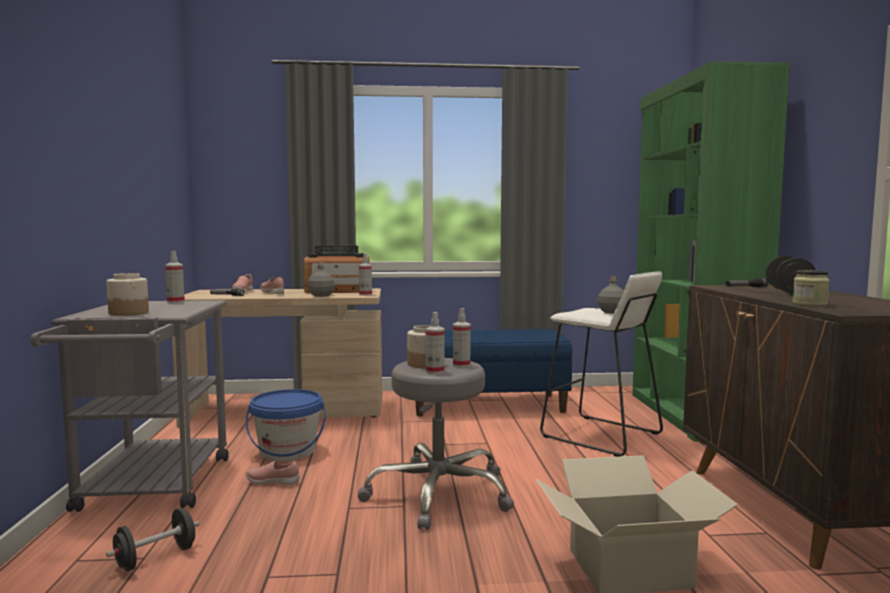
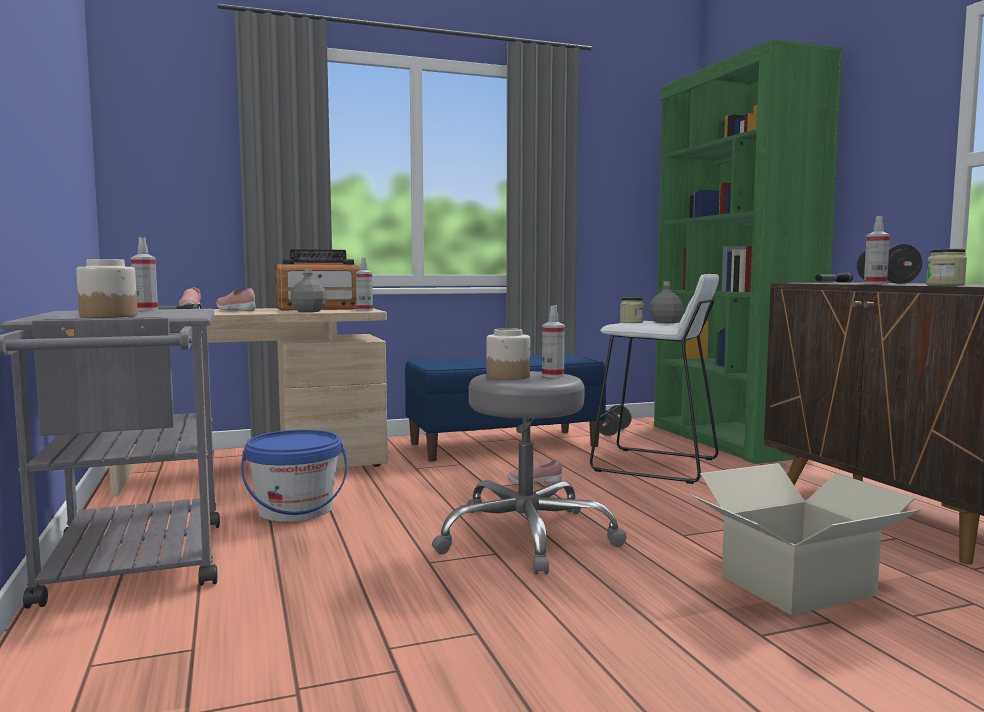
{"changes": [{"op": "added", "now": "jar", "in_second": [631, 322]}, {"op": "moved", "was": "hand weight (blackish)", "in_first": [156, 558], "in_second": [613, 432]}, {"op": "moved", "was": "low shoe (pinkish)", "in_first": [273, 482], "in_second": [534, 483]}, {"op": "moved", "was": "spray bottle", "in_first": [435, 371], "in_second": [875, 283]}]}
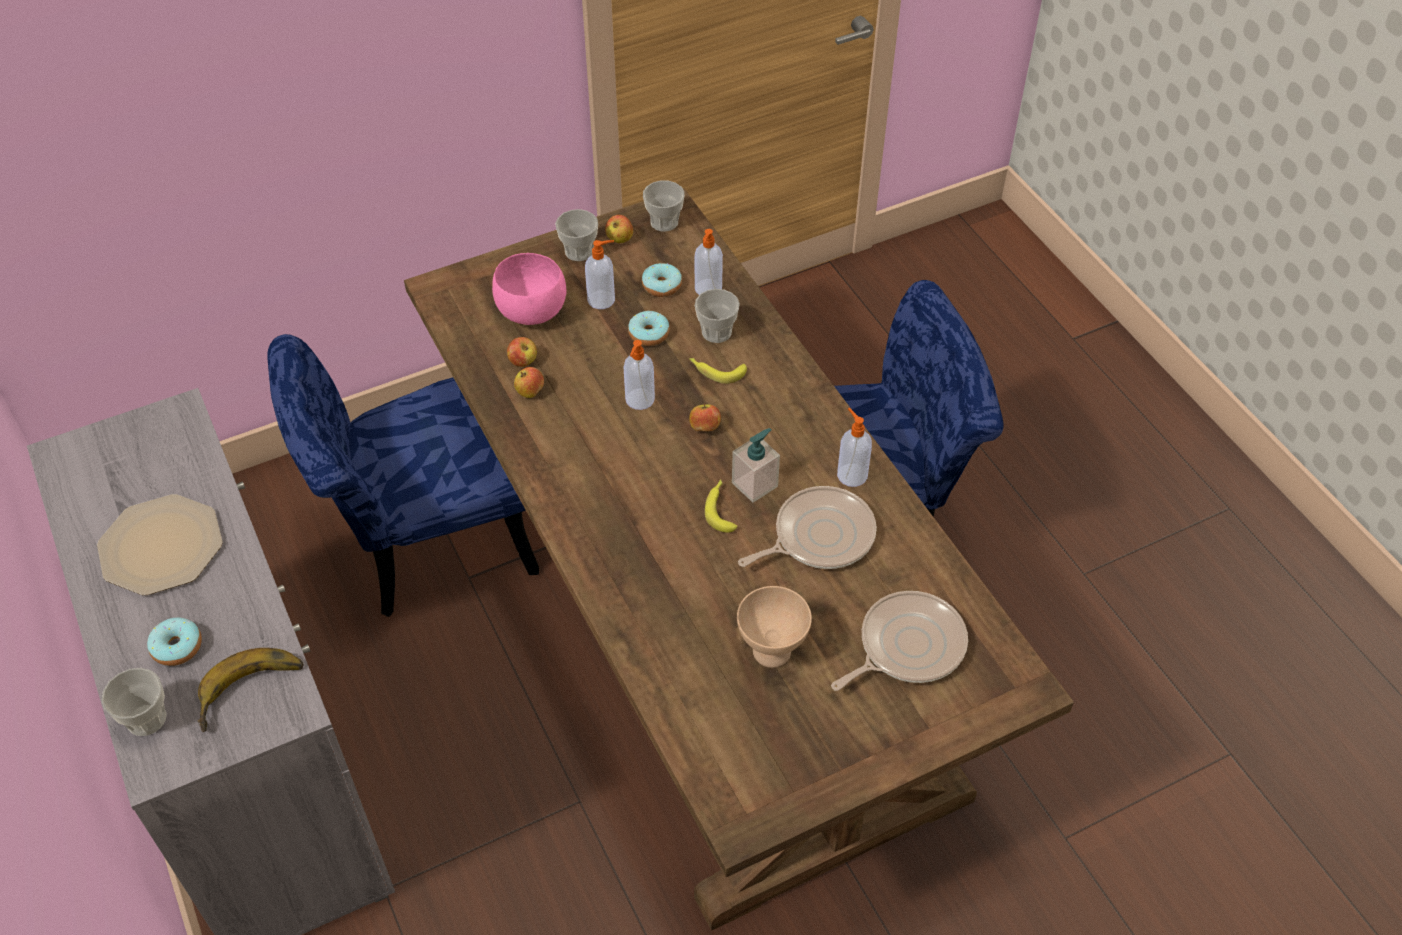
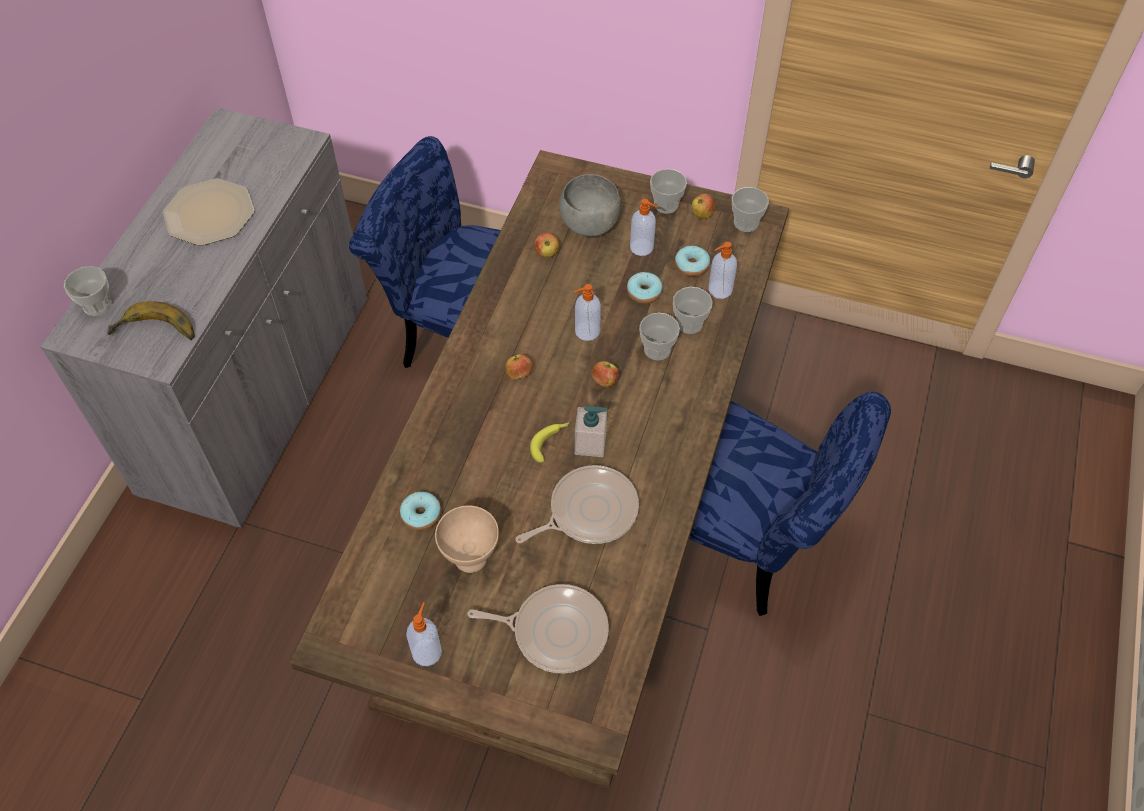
{"changes": [{"op": "moved", "was": "ring doughnut", "in_first": [177, 647], "in_second": [421, 514]}, {"op": "moved", "was": "apple", "in_first": [530, 392], "in_second": [519, 374]}, {"op": "moved", "was": "soap dispenser", "in_first": [851, 474], "in_second": [427, 651]}, {"op": "replaced", "was": "whole banana", "now": "cup", "in_first": [716, 371], "in_second": [657, 349]}, {"op": "recoloured", "was": "bowl (pinkish)", "now": "bowl (greyish)", "in_first": [530, 312], "in_second": [589, 223]}, {"op": "turned", "was": "skillet", "in_first": [819, 536], "in_second": [589, 511], "clockwise": -45}]}
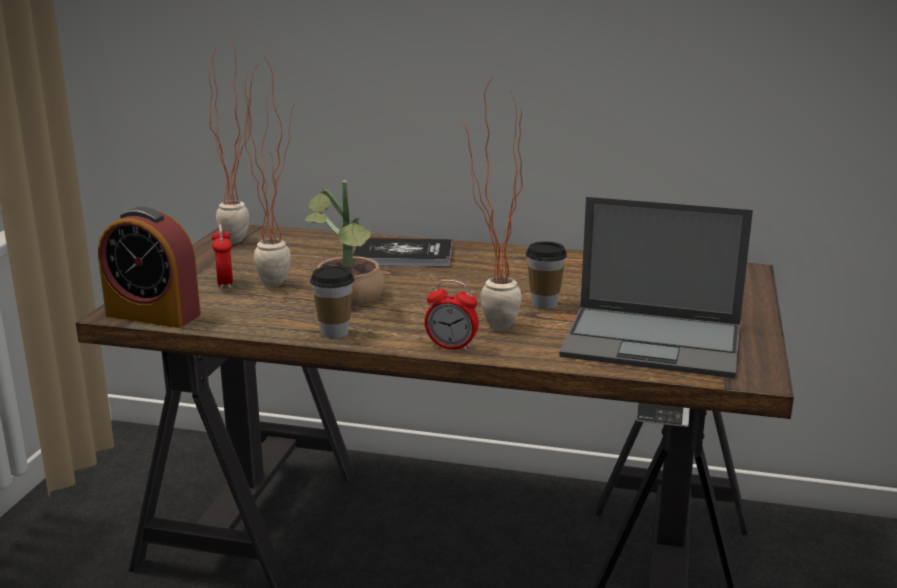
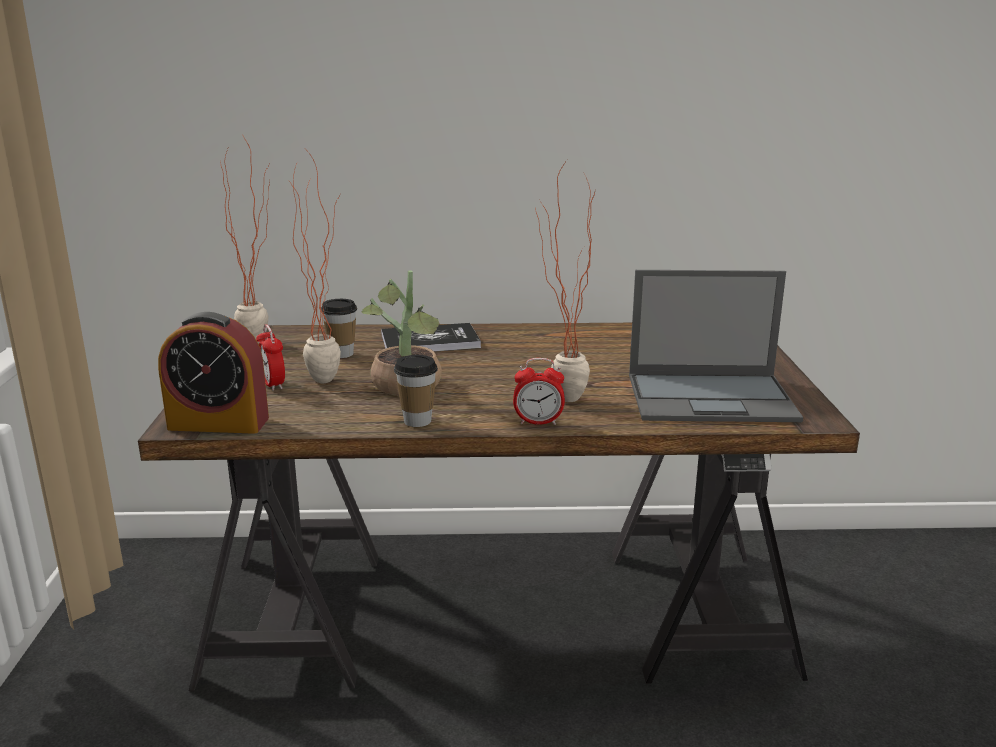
{"changes": [{"op": "moved", "was": "cup", "in_first": [544, 304], "in_second": [341, 354]}]}
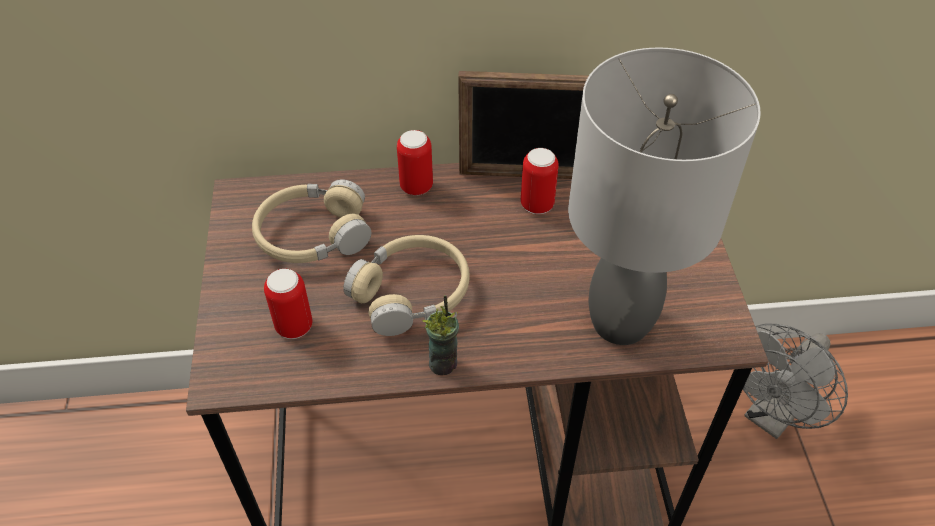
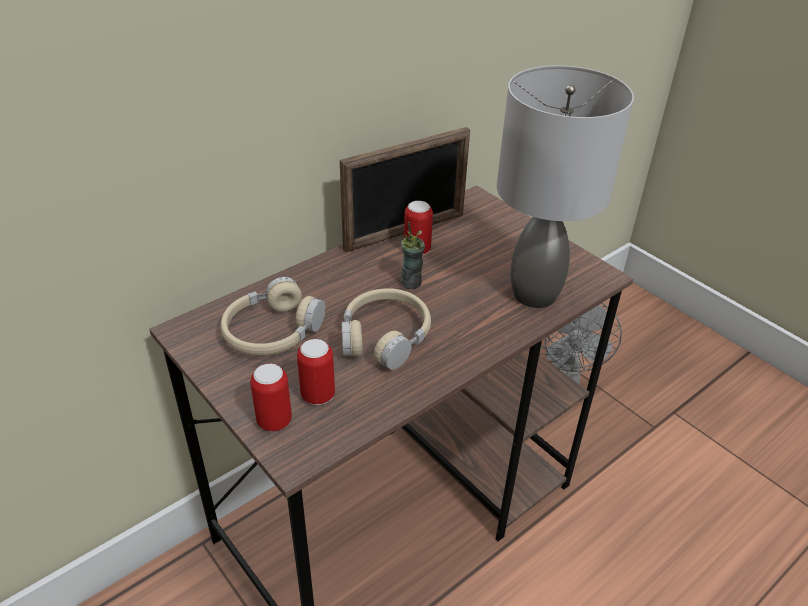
{"changes": [{"op": "moved", "was": "can", "in_first": [416, 187], "in_second": [274, 421]}, {"op": "moved", "was": "cup", "in_first": [443, 363], "in_second": [411, 282]}]}
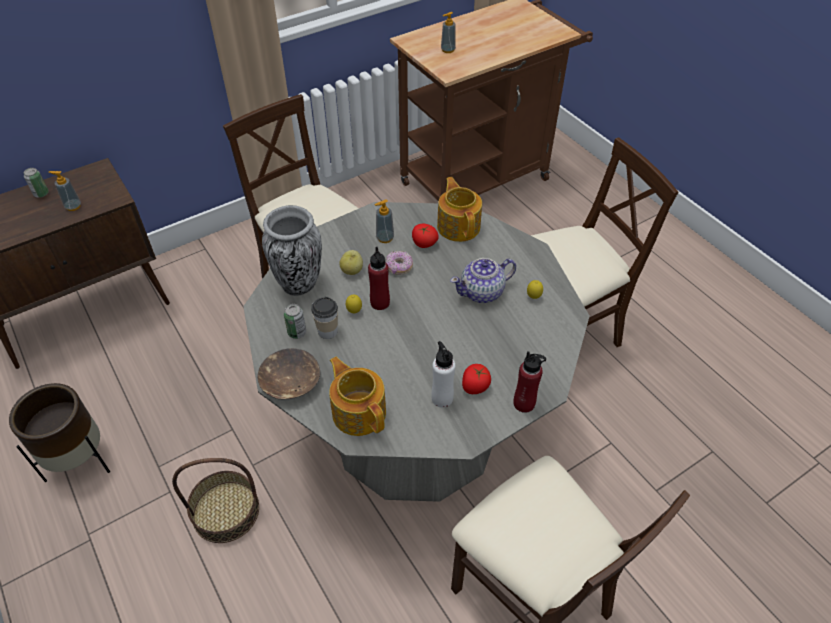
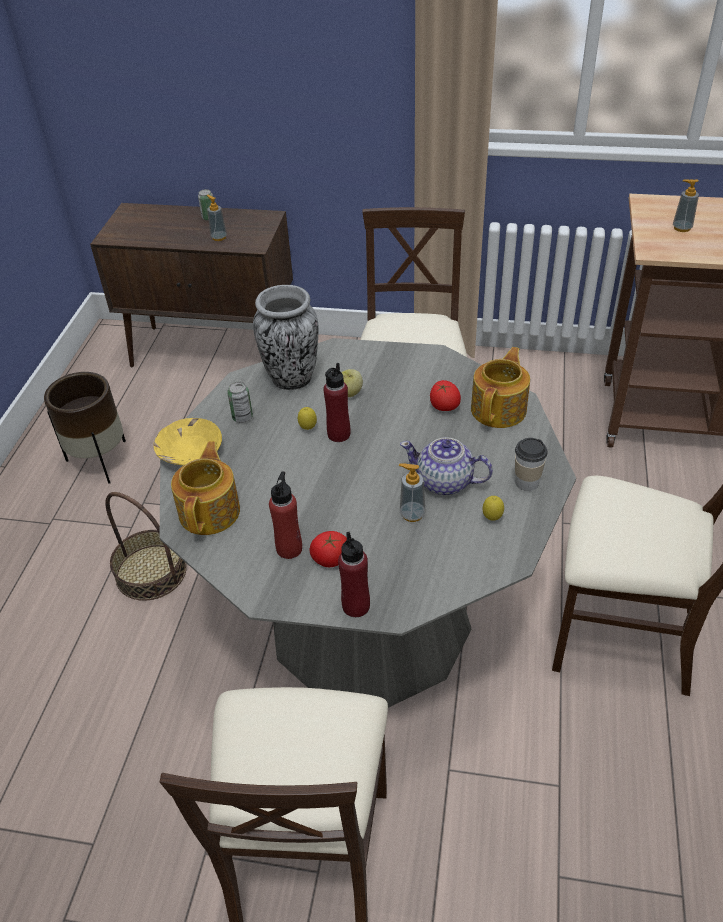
{"changes": [{"op": "removed", "was": "ring doughnut", "in_first": [399, 267]}, {"op": "moved", "was": "cup", "in_first": [327, 331], "in_second": [527, 482]}, {"op": "moved", "was": "soap dispenser", "in_first": [385, 238], "in_second": [412, 514]}, {"op": "recoloured", "was": "bowl (brown)", "now": "bowl (yellow-coloured)", "in_first": [290, 382], "in_second": [189, 452]}, {"op": "recoloured", "was": "beverage bottle (white-coloured)", "now": "beverage bottle (reddish)", "in_first": [442, 398], "in_second": [289, 548]}]}
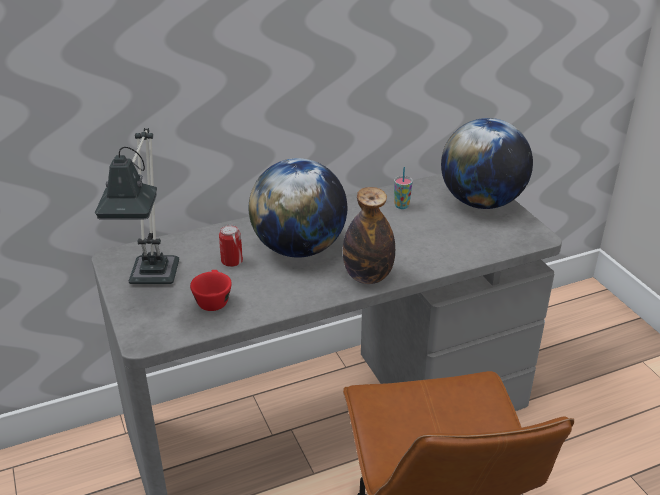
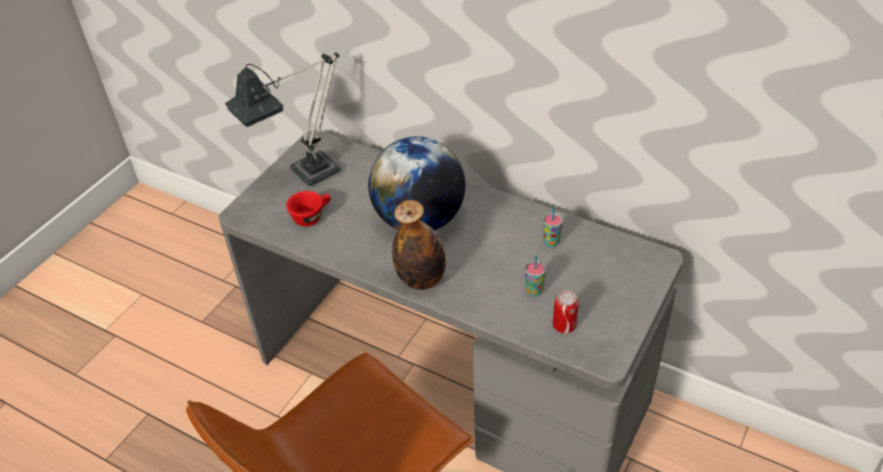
{"changes": [{"op": "removed", "was": "globe", "in_first": [481, 202]}, {"op": "added", "now": "cup", "in_second": [534, 291]}, {"op": "moved", "was": "can", "in_first": [232, 262], "in_second": [564, 325]}]}
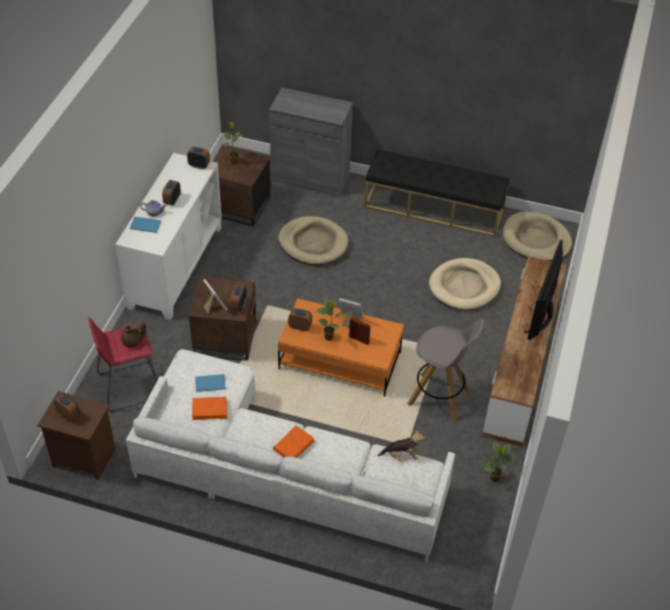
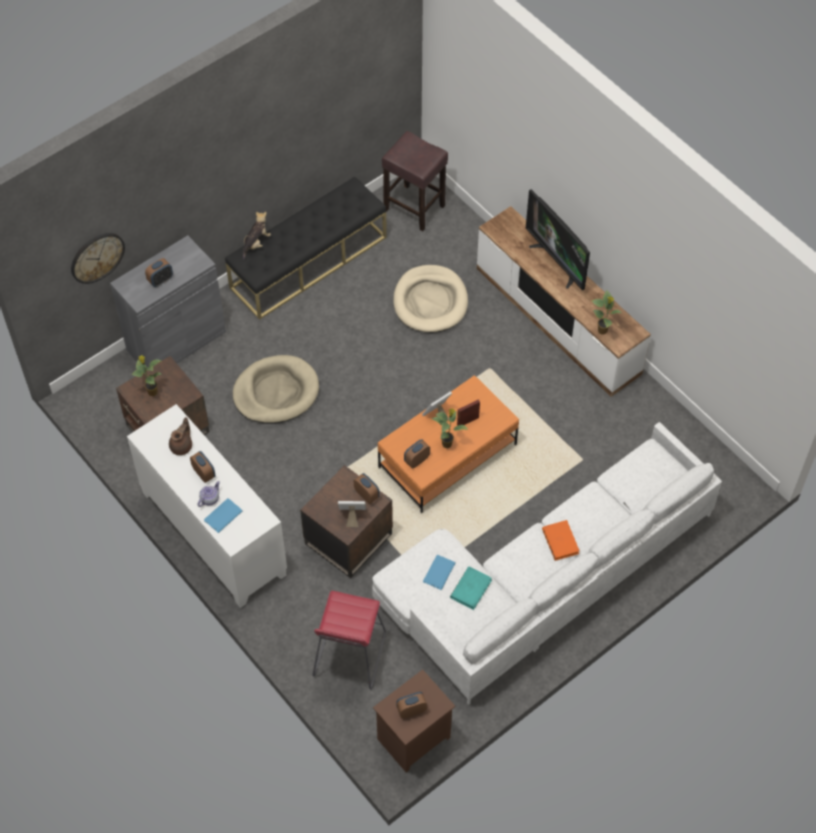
{"changes": [{"op": "removed", "was": "sitting stool (greyish)", "in_first": [439, 398]}, {"op": "added", "now": "wall clock", "in_second": [97, 257]}, {"op": "moved", "was": "tea pot (brown)", "in_first": [133, 342], "in_second": [182, 446]}, {"op": "moved", "was": "table clock", "in_first": [199, 166], "in_second": [160, 280]}, {"op": "moved", "was": "plush toy", "in_first": [402, 455], "in_second": [256, 243]}, {"op": "moved", "was": "plant in a pot", "in_first": [494, 479], "in_second": [603, 331]}, {"op": "replaced", "was": "pet bed (beige)", "now": "sitting stool (brown)", "in_first": [536, 240], "in_second": [415, 208]}, {"op": "recoloured", "was": "book (orange-coloured)", "now": "book (turquoise)", "in_first": [210, 409], "in_second": [471, 589]}]}
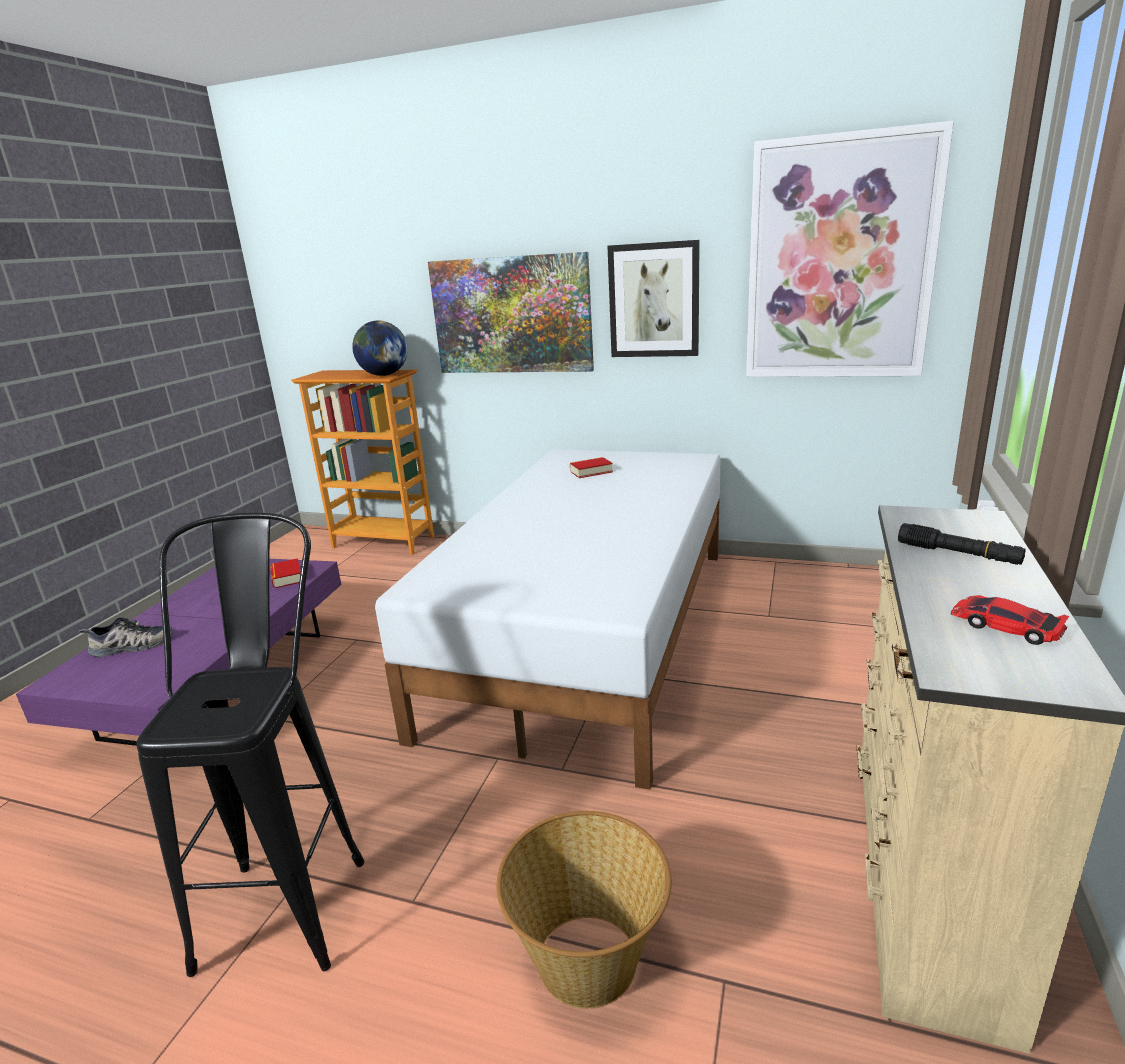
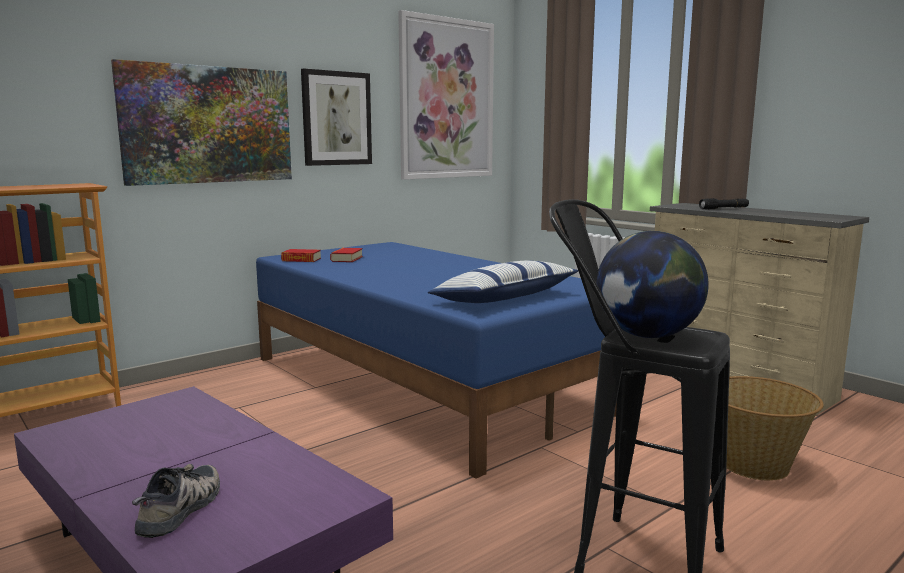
{"changes": [{"op": "removed", "was": "model car", "in_first": [1005, 626]}, {"op": "added", "now": "pillow", "in_second": [505, 298]}, {"op": "moved", "was": "book", "in_first": [287, 577], "in_second": [301, 259]}, {"op": "moved", "was": "globe", "in_first": [384, 375], "in_second": [647, 336]}, {"op": "recoloured", "was": "sleeping bed (white-coloured)", "now": "sleeping bed (bluish)", "in_first": [593, 632], "in_second": [423, 383]}]}
